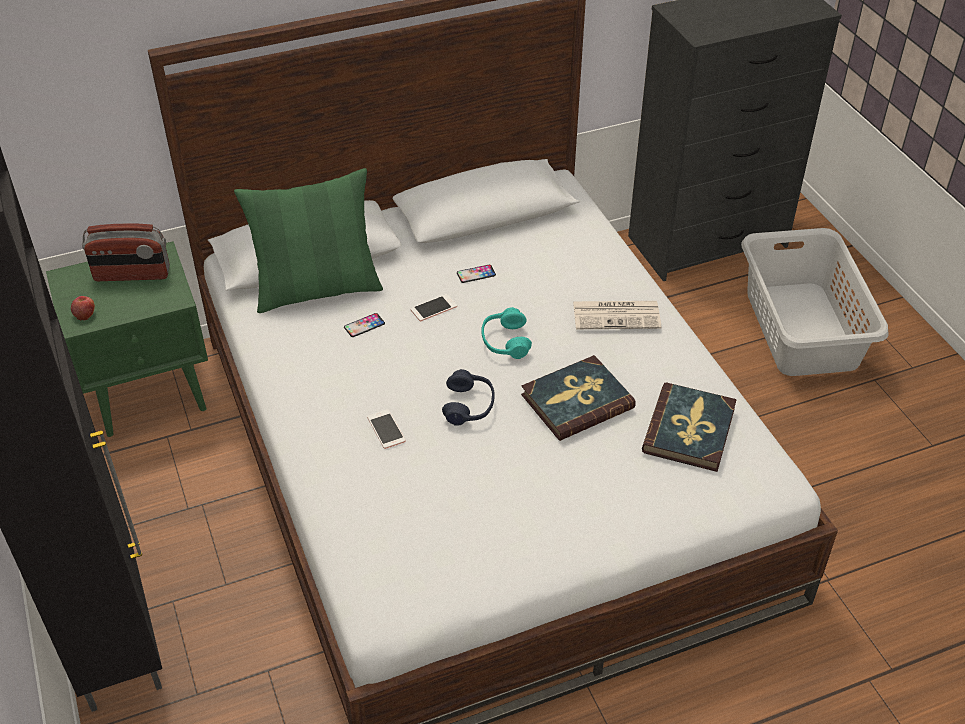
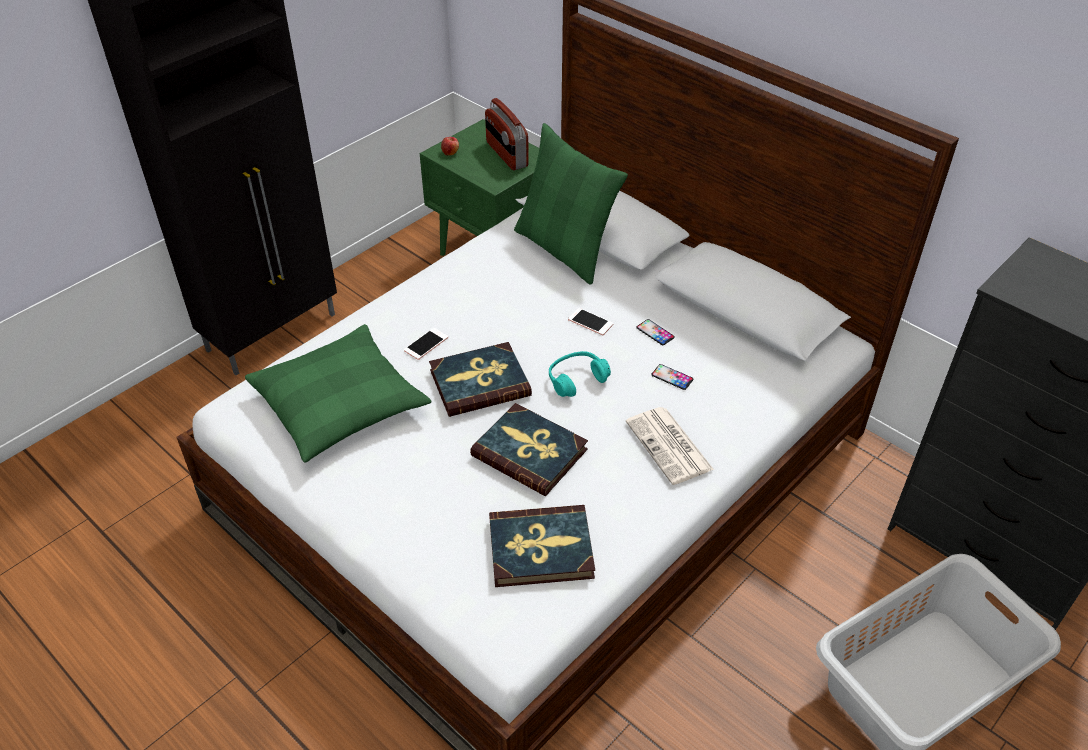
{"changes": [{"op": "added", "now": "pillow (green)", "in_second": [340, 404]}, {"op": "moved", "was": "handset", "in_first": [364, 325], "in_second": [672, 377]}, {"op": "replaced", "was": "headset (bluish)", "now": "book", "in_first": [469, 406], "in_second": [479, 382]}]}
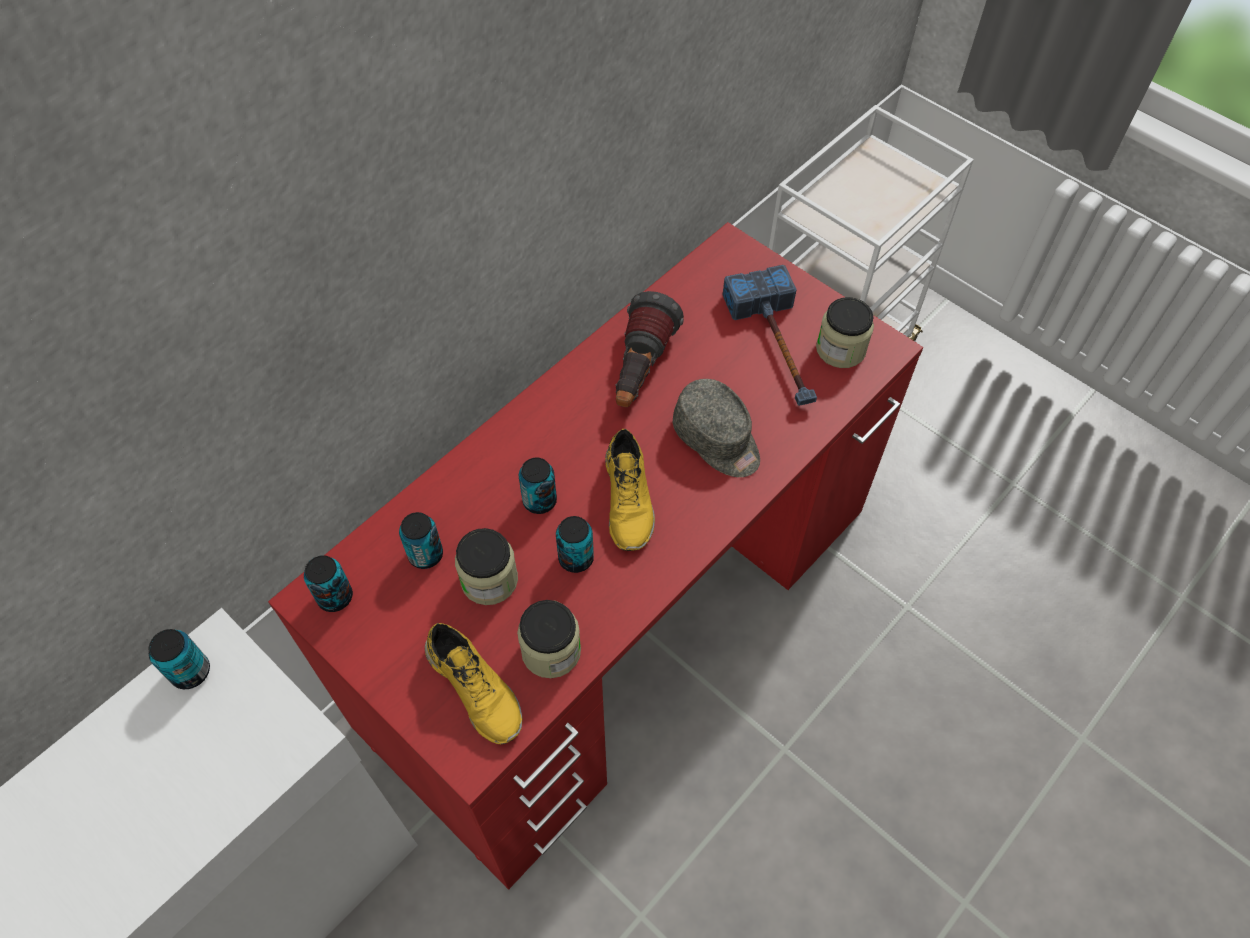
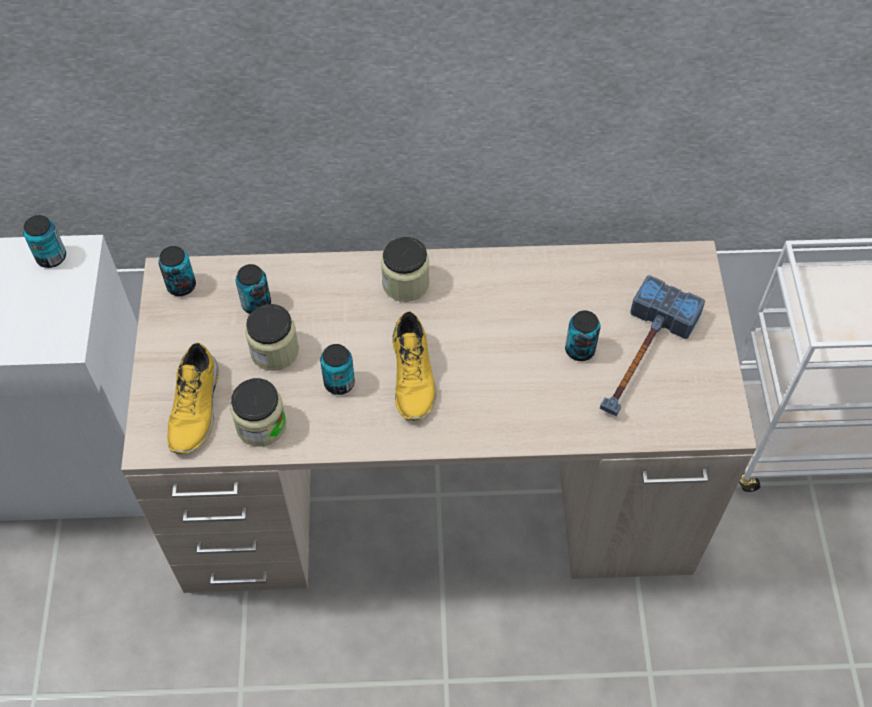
{"changes": [{"op": "removed", "was": "torch", "in_first": [640, 371]}, {"op": "removed", "was": "baseball cap (greyish)", "in_first": [717, 440]}, {"op": "moved", "was": "can", "in_first": [539, 500], "in_second": [579, 350]}, {"op": "moved", "was": "jar", "in_first": [840, 349], "in_second": [405, 283]}, {"op": "recoloured", "was": "desk table (reddish)", "now": "desk table (beige)", "in_first": [624, 613], "in_second": [437, 490]}, {"op": "turned", "was": "low shoe (yellow-coloured)", "in_first": [629, 500], "in_second": [414, 376], "clockwise": -45}]}
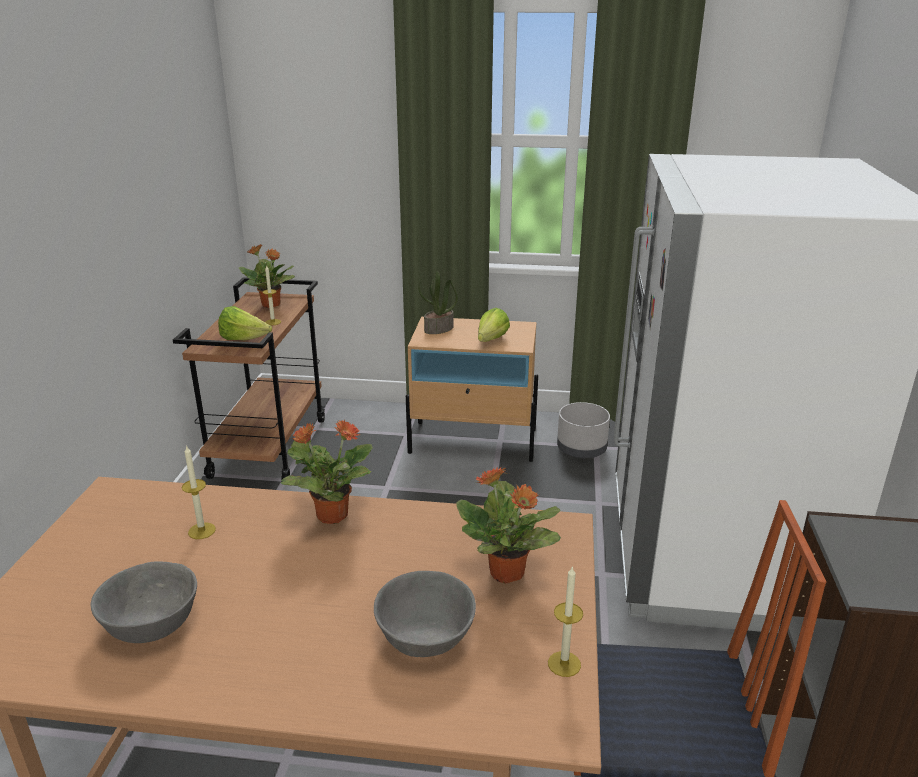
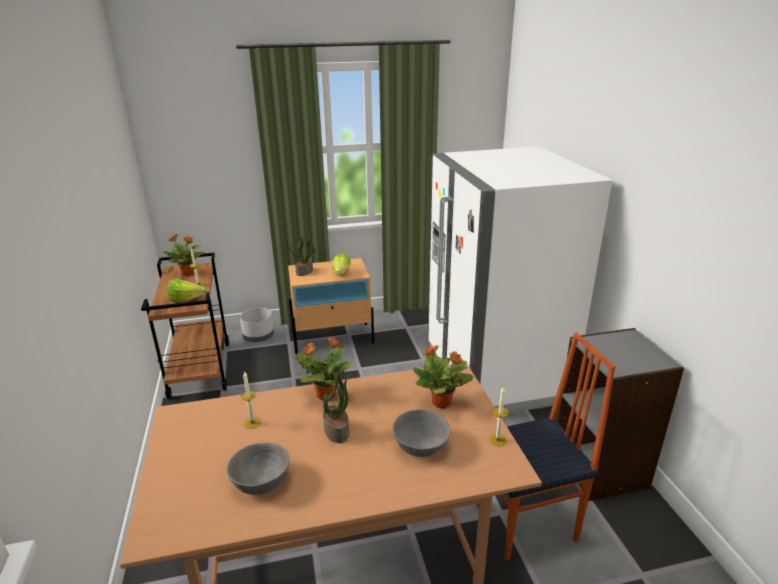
{"changes": [{"op": "added", "now": "plant in a pot", "in_second": [337, 431]}, {"op": "moved", "was": "plant pot (greyish)", "in_first": [581, 449], "in_second": [258, 336]}]}
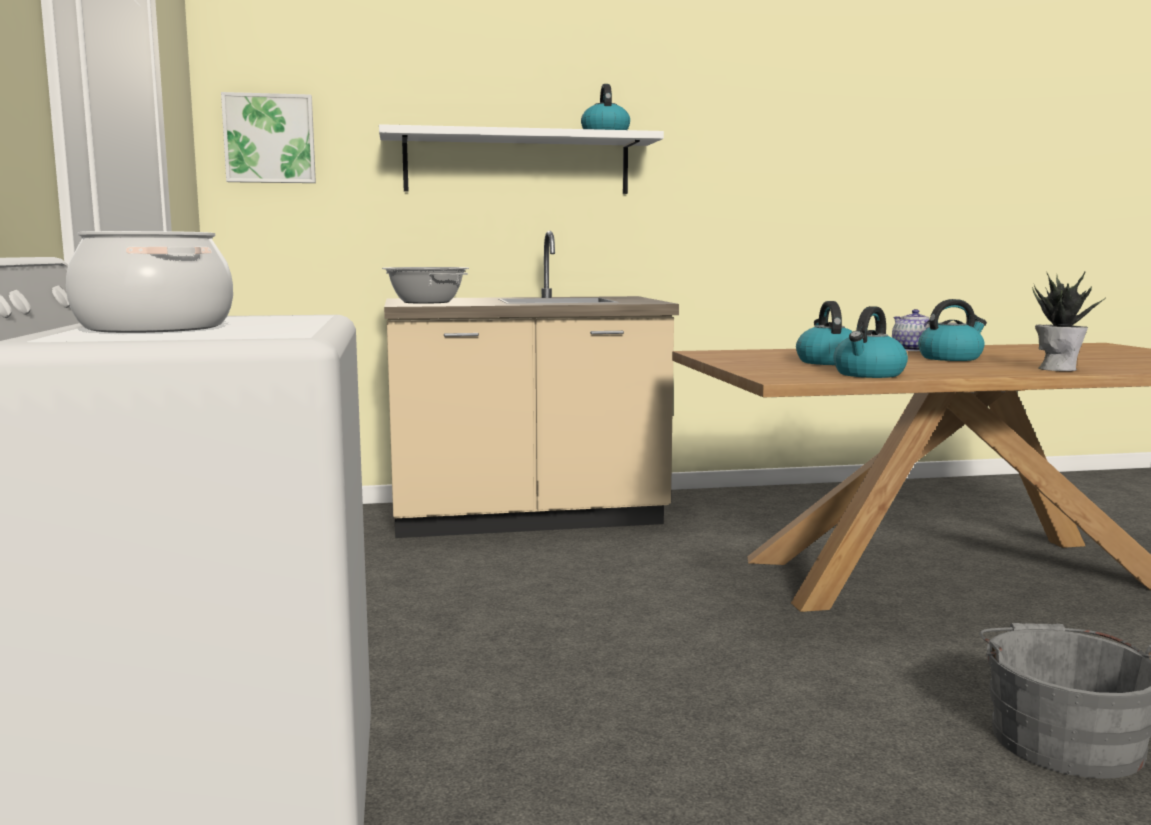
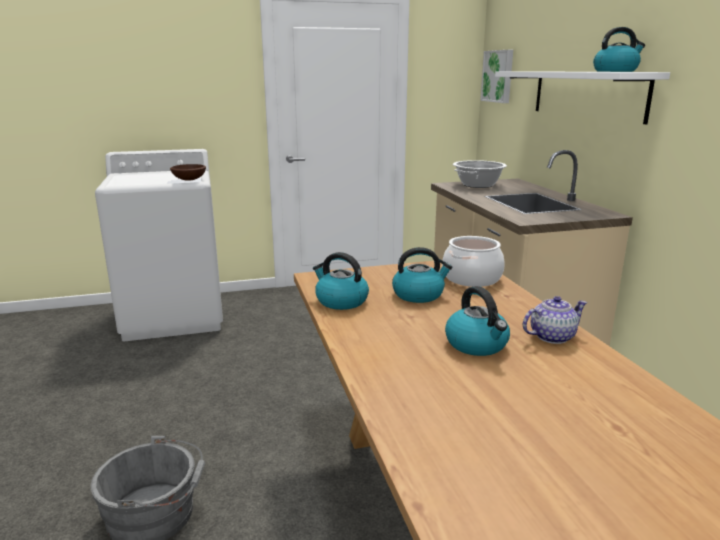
{"changes": [{"op": "removed", "was": "plant in a pot", "in_first": [1058, 369]}, {"op": "added", "now": "bowl (brown)", "in_second": [189, 179]}, {"op": "moved", "was": "saucepot", "in_first": [154, 328], "in_second": [471, 278]}]}
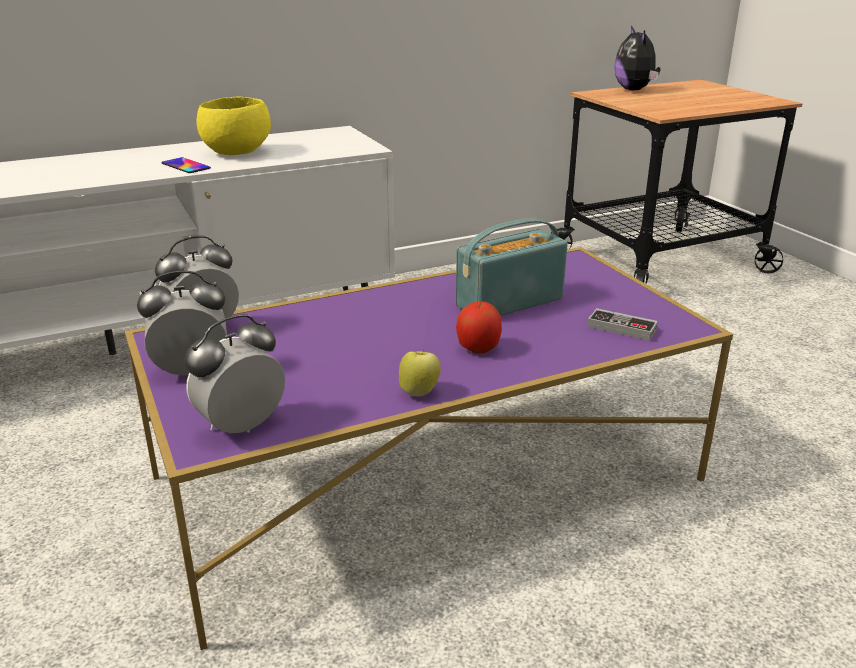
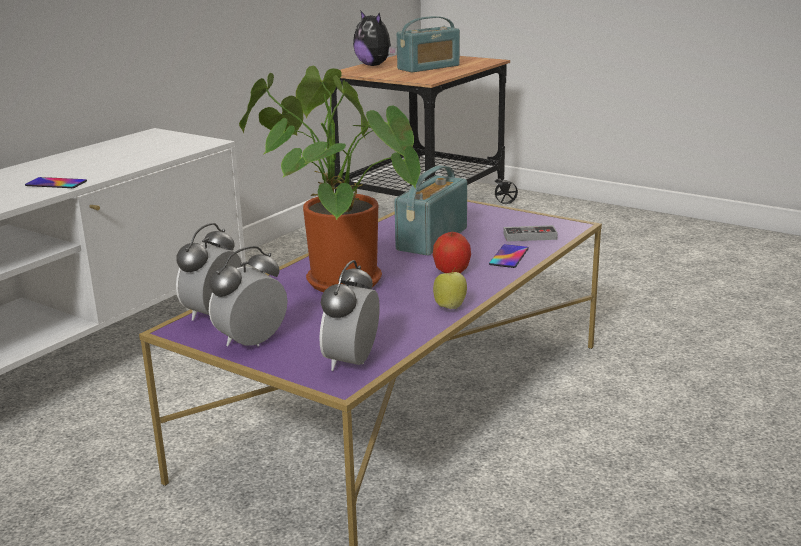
{"changes": [{"op": "removed", "was": "bowl (yellow-coloured)", "in_first": [235, 153]}, {"op": "added", "now": "plant in a pot", "in_second": [335, 281]}, {"op": "added", "now": "radio set", "in_second": [428, 67]}, {"op": "added", "now": "handset", "in_second": [509, 256]}]}
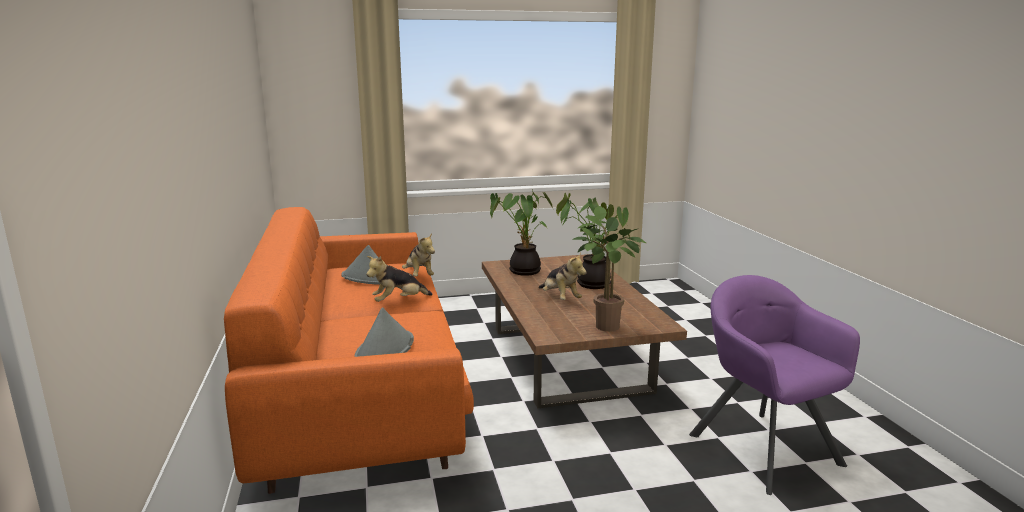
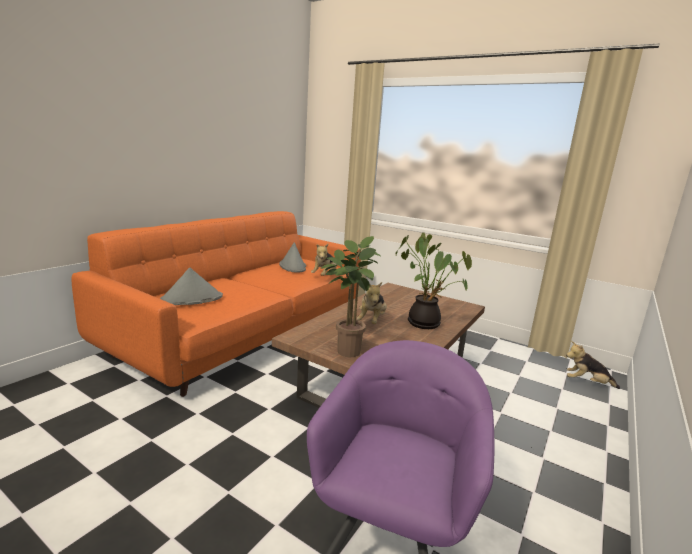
{"changes": [{"op": "removed", "was": "plant in a pot", "in_first": [522, 271]}, {"op": "moved", "was": "plush toy", "in_first": [398, 301], "in_second": [587, 383]}]}
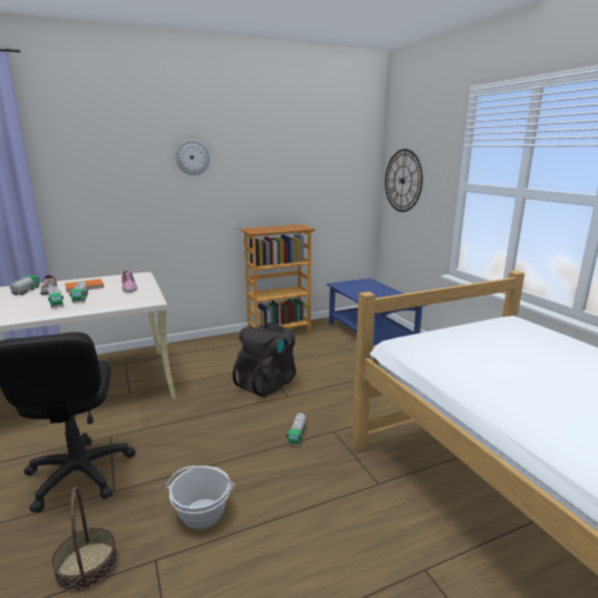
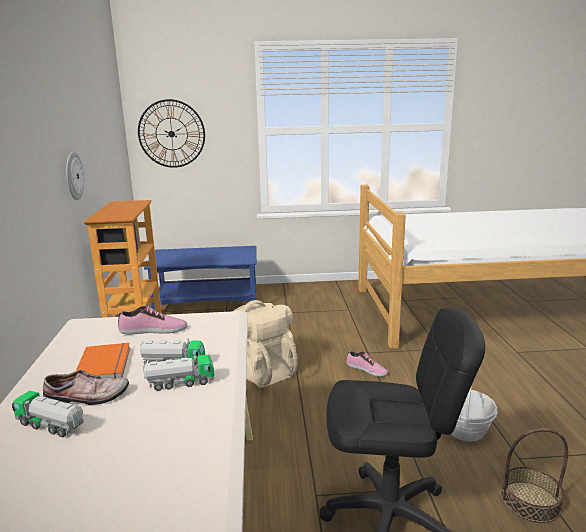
{"changes": [{"op": "moved", "was": "wall clock", "in_first": [192, 157], "in_second": [73, 176]}, {"op": "replaced", "was": "toy lorry", "now": "low shoe", "in_first": [297, 435], "in_second": [366, 369]}, {"op": "recoloured", "was": "rucksack (blackish)", "now": "rucksack (beige)", "in_first": [267, 383], "in_second": [262, 371]}]}
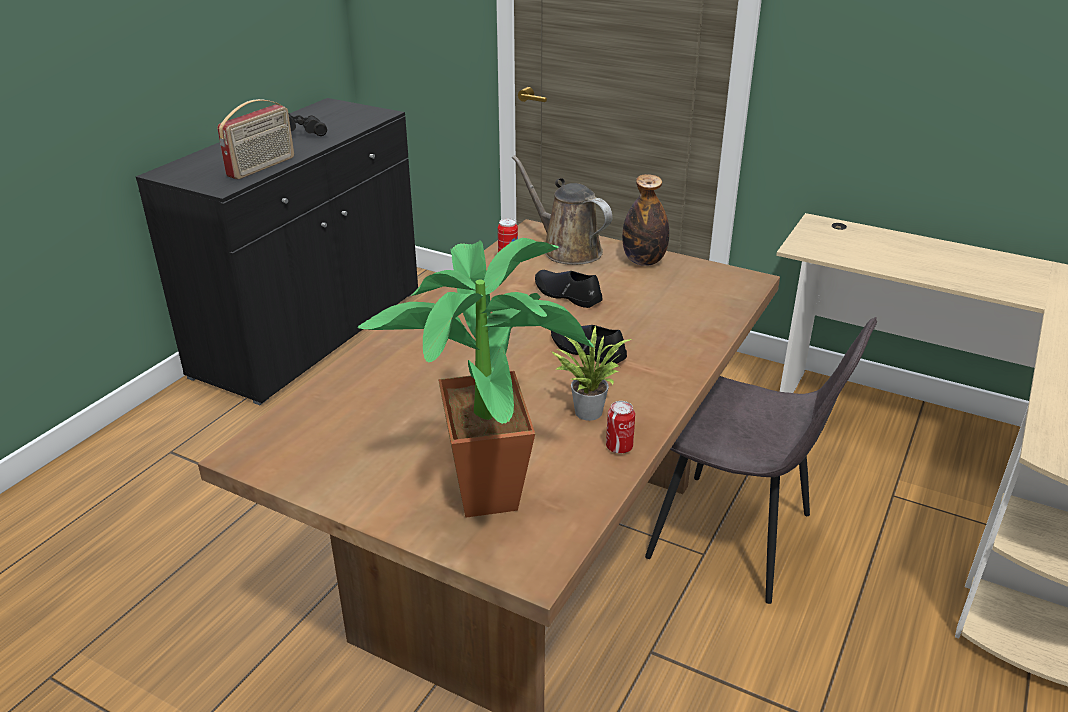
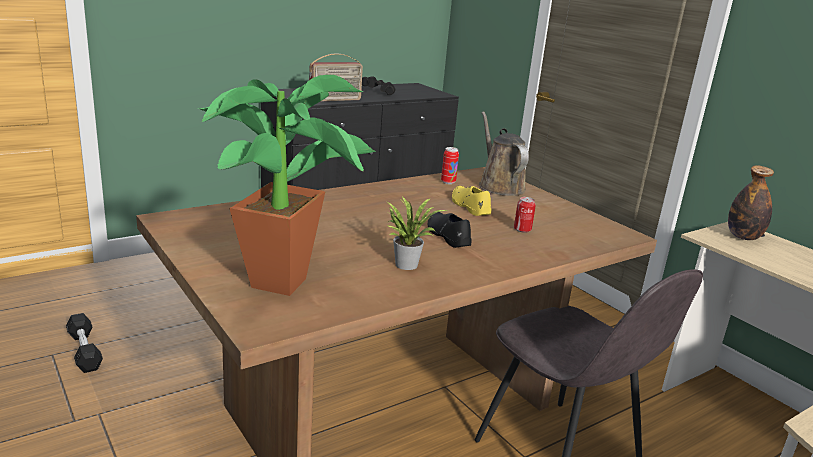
{"changes": [{"op": "added", "now": "hand weight (blackish)", "in_second": [84, 351]}, {"op": "moved", "was": "can", "in_first": [619, 447], "in_second": [522, 230]}, {"op": "moved", "was": "beverage bottle", "in_first": [644, 261], "in_second": [743, 237]}, {"op": "recoloured", "was": "low shoe (blackish)", "now": "low shoe (yellow-coloured)", "in_first": [566, 294], "in_second": [469, 206]}]}
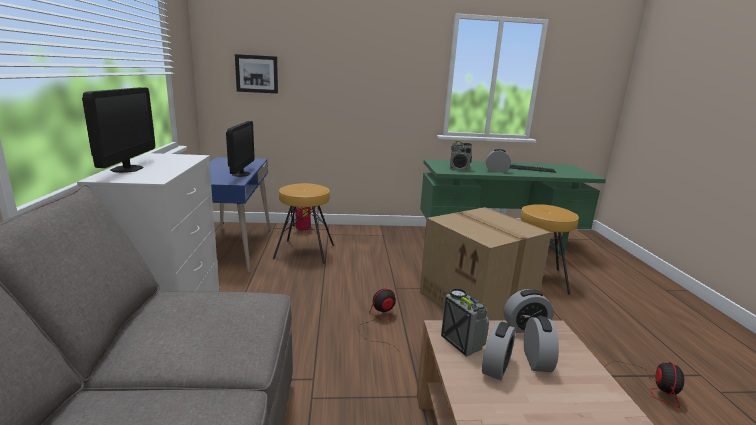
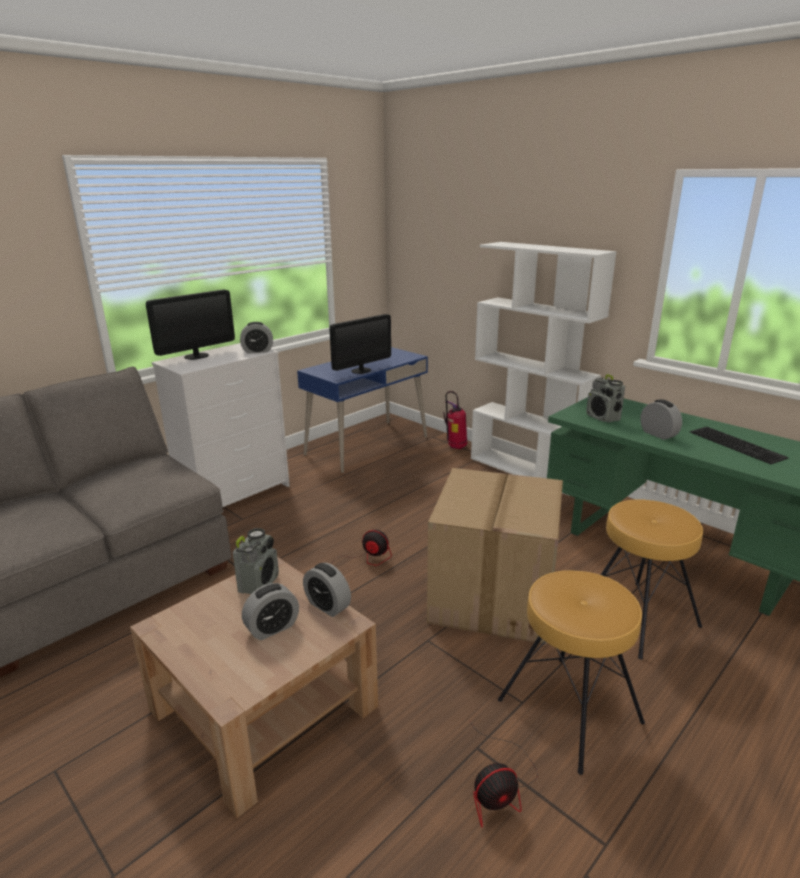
{"changes": [{"op": "removed", "was": "wall picture", "in_first": [257, 74]}, {"op": "added", "now": "bookcase (white-coloured)", "in_second": [527, 470]}, {"op": "moved", "was": "sitting stool (brown)", "in_first": [304, 252], "in_second": [569, 711]}, {"op": "moved", "was": "table clock", "in_first": [496, 367], "in_second": [257, 351]}]}
